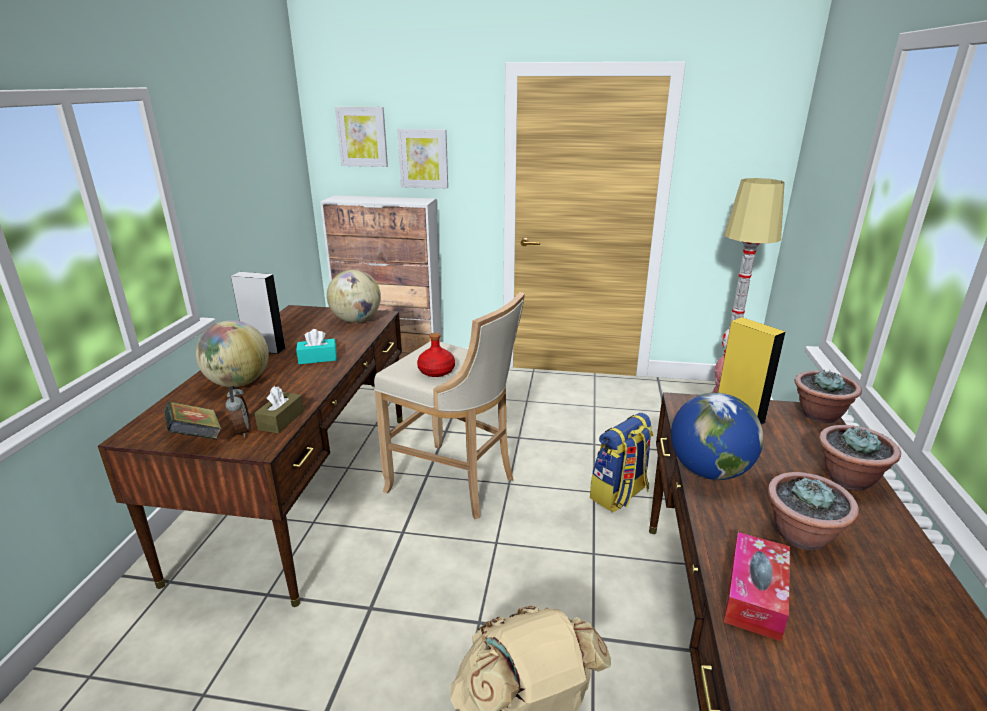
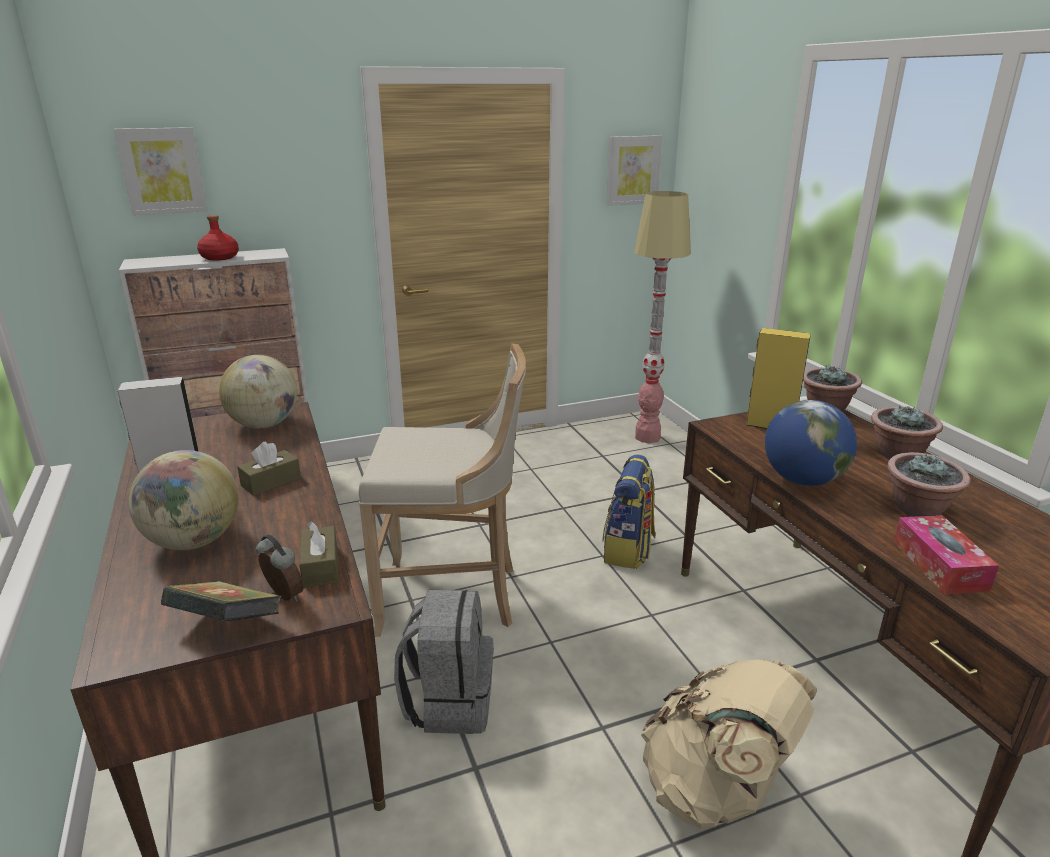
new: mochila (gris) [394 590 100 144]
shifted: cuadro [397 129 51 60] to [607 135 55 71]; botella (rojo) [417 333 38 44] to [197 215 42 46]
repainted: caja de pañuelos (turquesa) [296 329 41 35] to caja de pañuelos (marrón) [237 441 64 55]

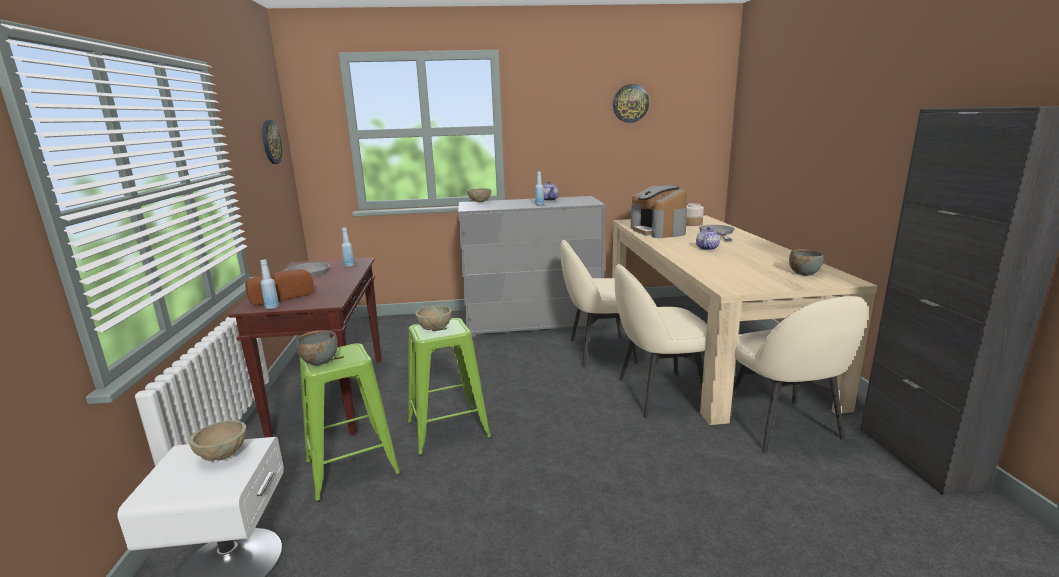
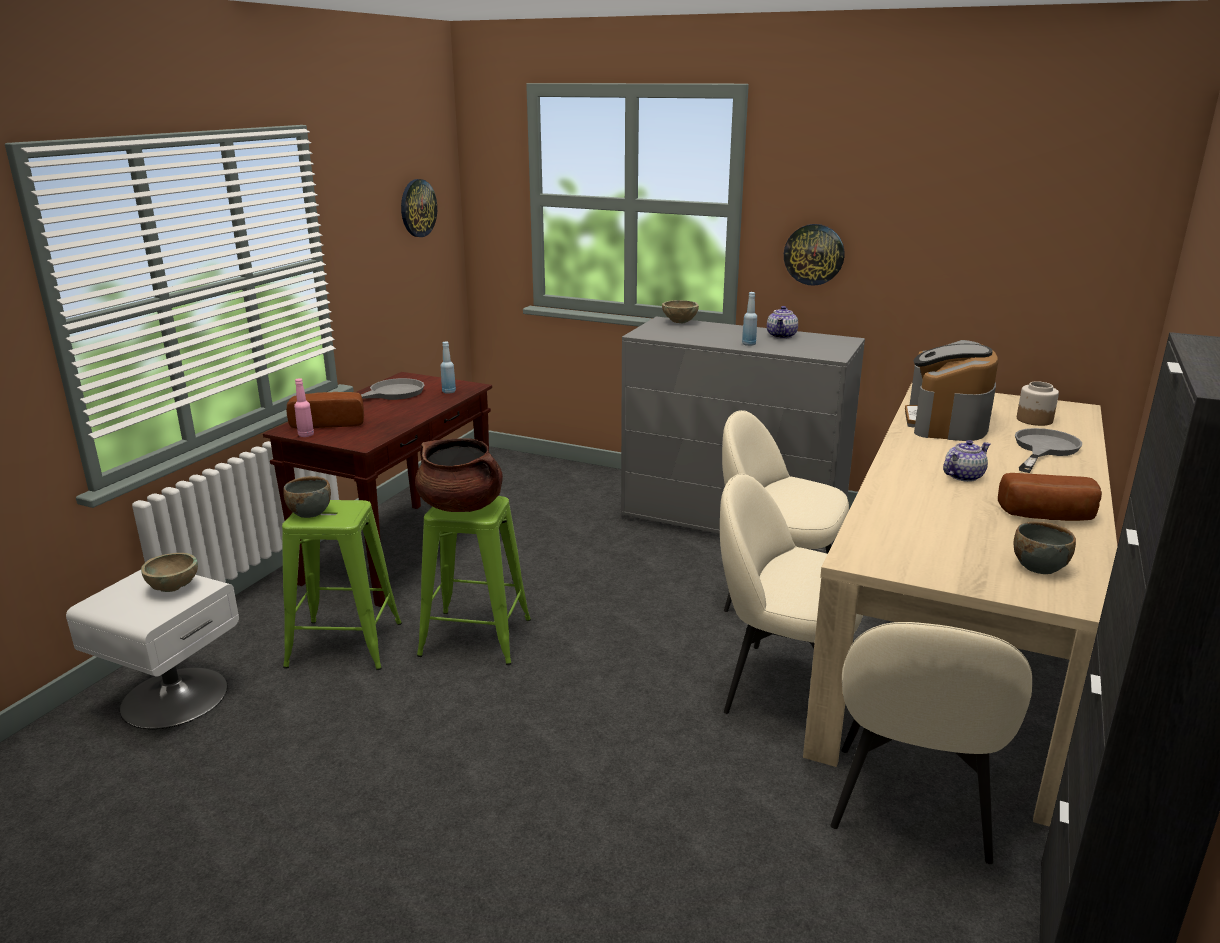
new: pan [998 473 104 48]
shifted: reloj de pared [613 84 36 39] to [784 224 60 62]
swapped: cuenco (beis) [415 306 37 24] to olla (marrón) [415 438 88 74]
repainted: botella (azul) [260 260 19 49] to botella (rosa) [294 378 20 59]

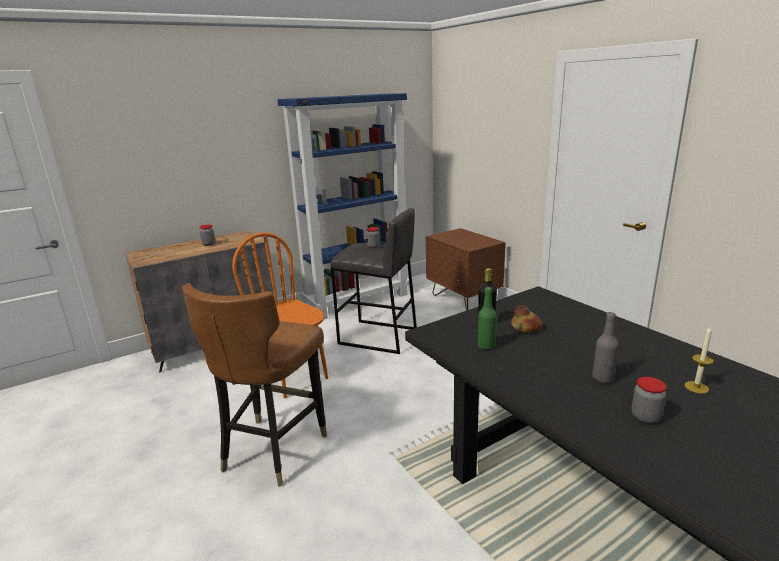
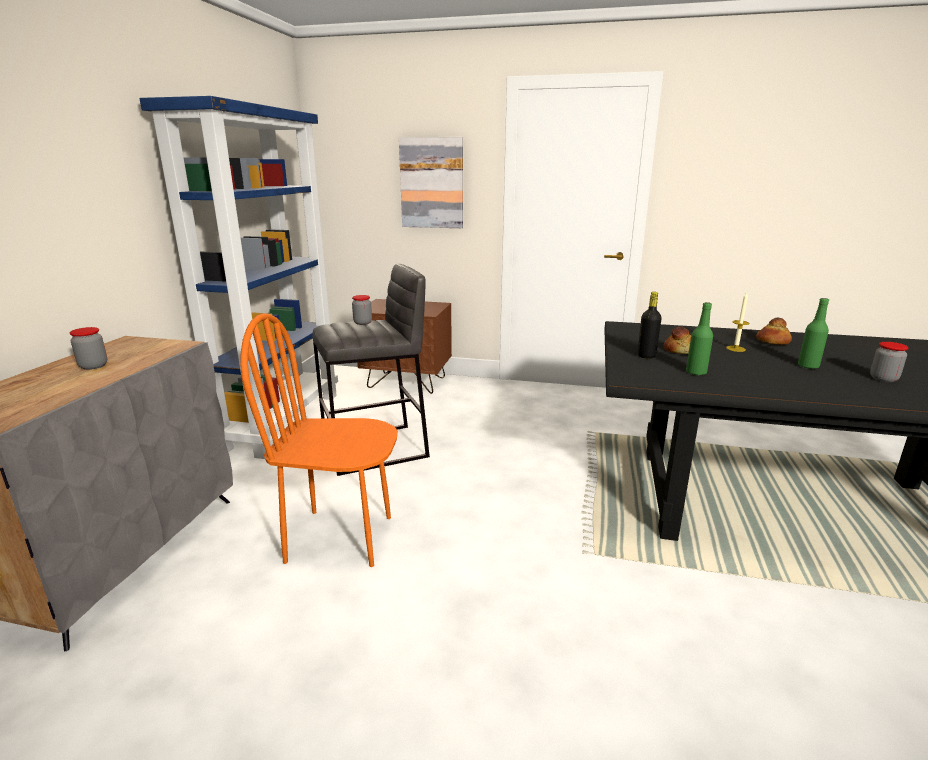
gone: silla (marrón) [182 283 145 204]
new: cuadro [399 137 64 91]; pan [756 318 36 27]
shifted: vela [685 327 29 67] to [726 292 23 60]
repainted: botella (gris) [592 312 27 71] to botella (verde) [798 298 31 71]

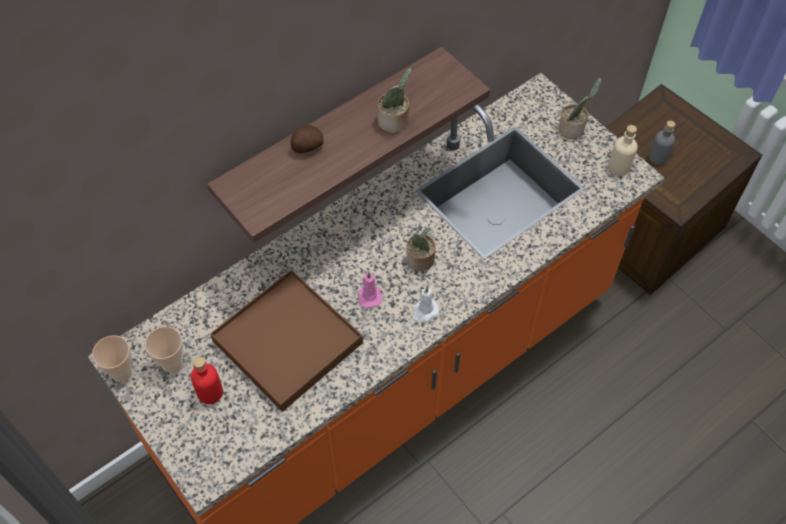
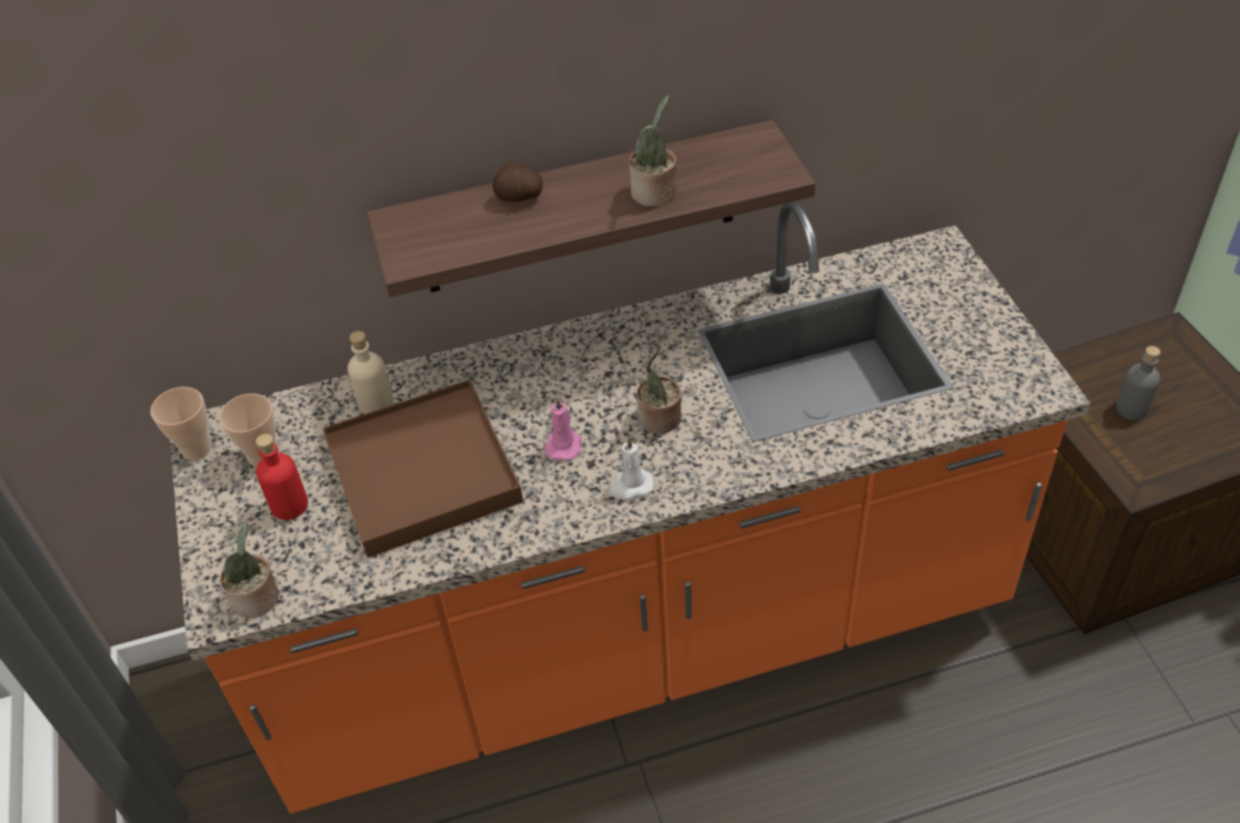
shifted: planta en maceta [558 78 43 61] to [220 522 59 96]; botella (beis) [608 125 30 51] to [347 331 46 83]

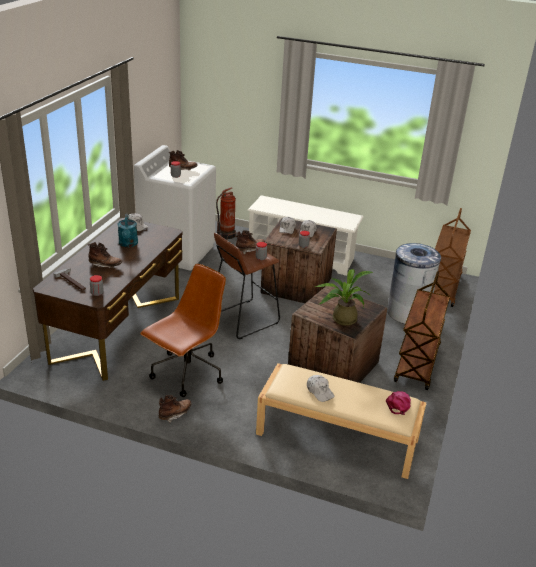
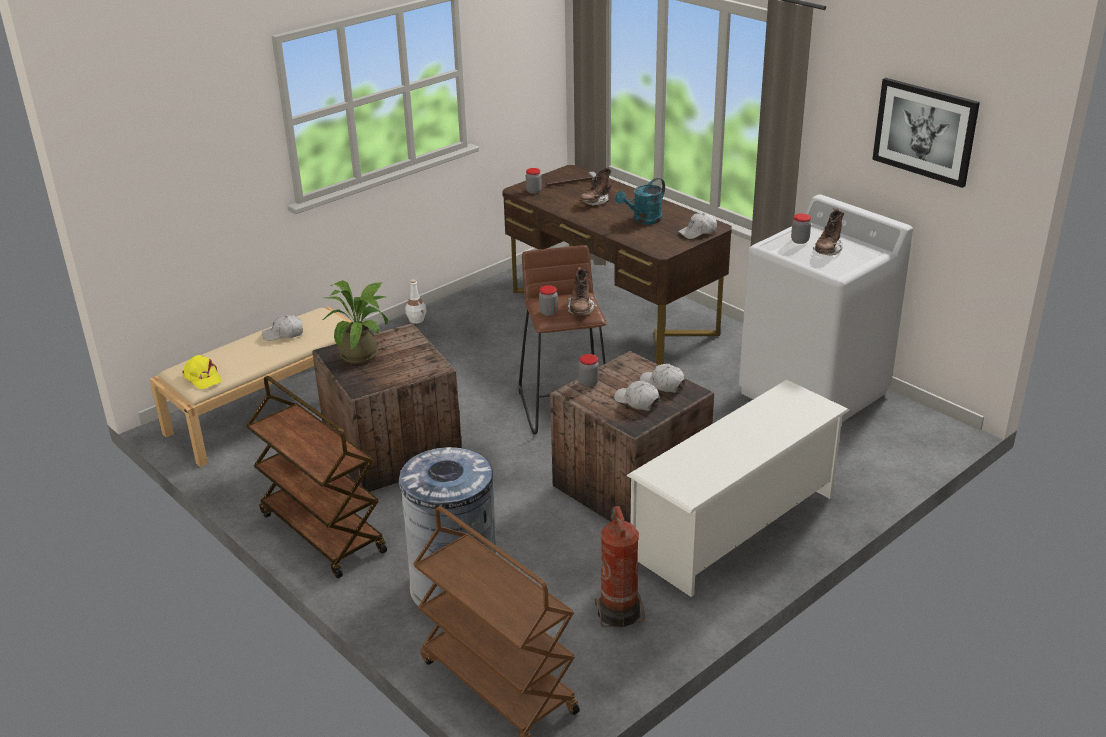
gone: silla de oficina (marrón) [140 264 86 133]
new: cuadro [872 78 108 110]
shifted: extintor [216 187 21 53] to [595 506 50 121]
swapped: bota (marrón) [159 395 32 28] to botella (blanco) [405 279 21 45]
repainted: gorra (rosa) [386 391 25 24] to gorra (amarillo) [182 355 40 34]
rotated: regadera (turquesa) [118 214 20 33] = [615 178 50 46] 60 degrees counterclockwise

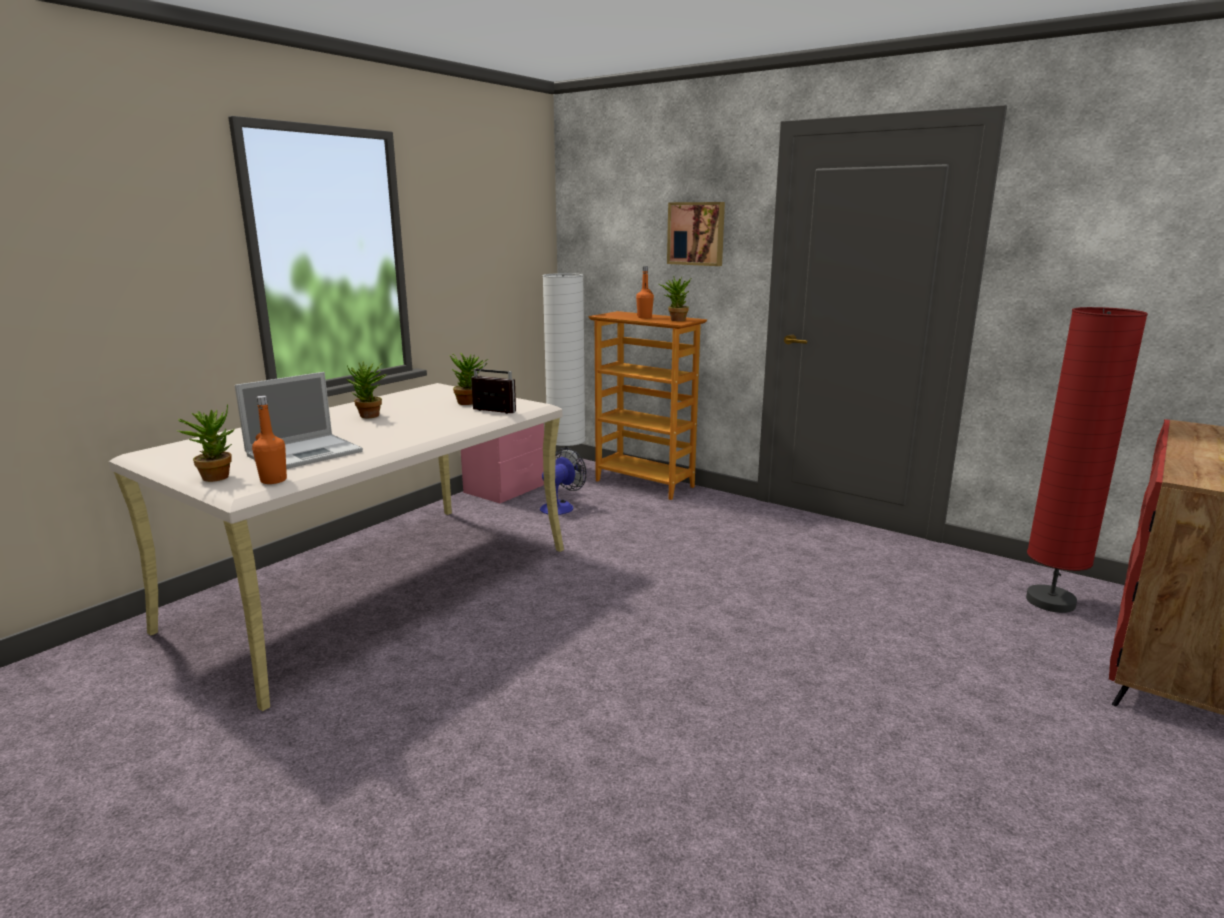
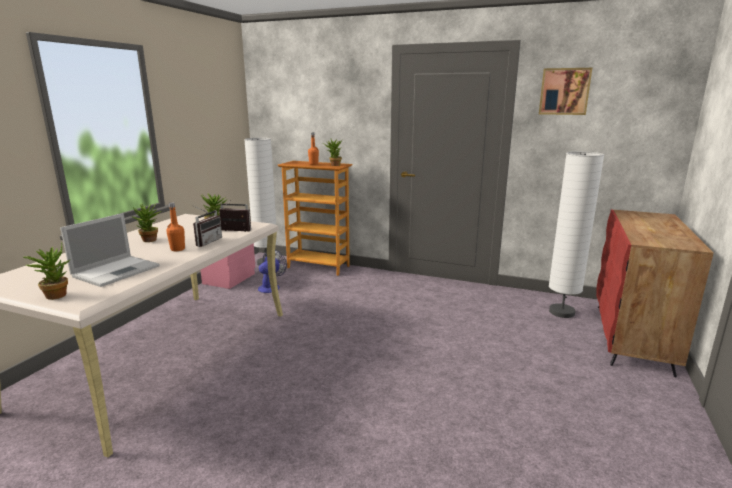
new: radio [193 206 29 41]
shifted: botella (naranja) [252 396 35 88] to [166 202 19 49]; cuadro [667 202 58 64] to [539 68 53 47]
repainted: lámpara de pie (rojo) [1026 307 122 306] to lámpara de pie (blanco) [549 151 55 167]

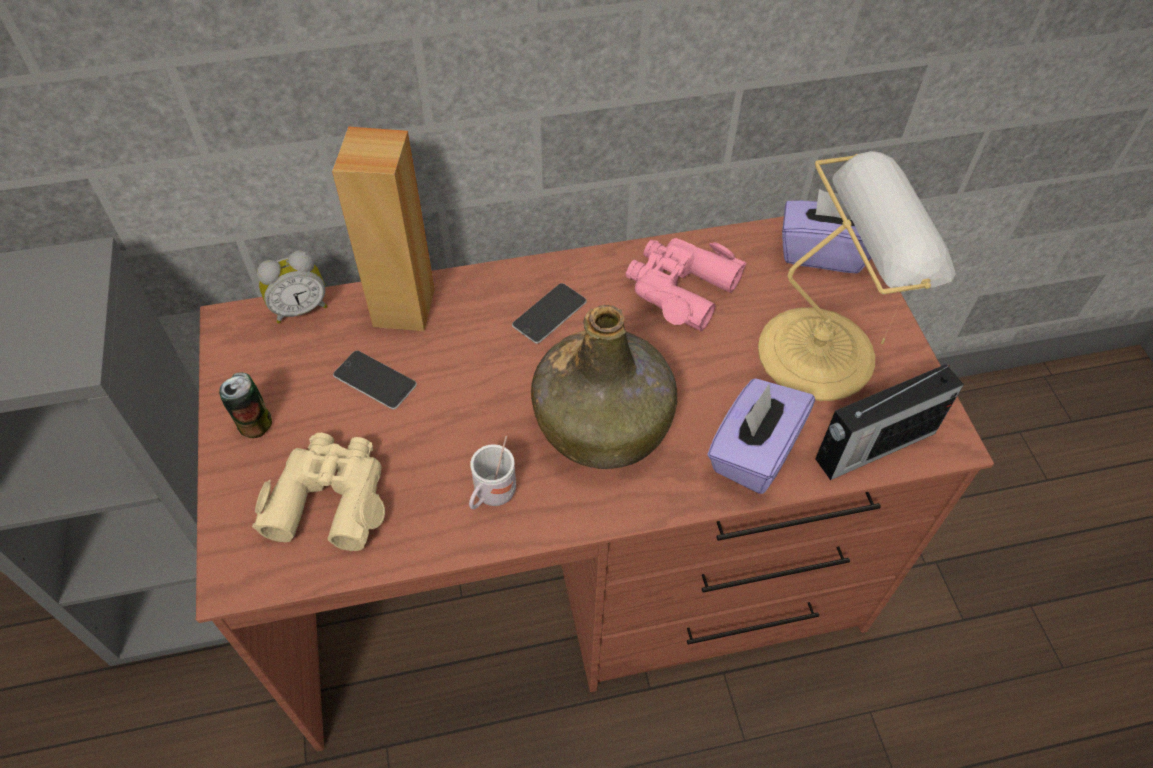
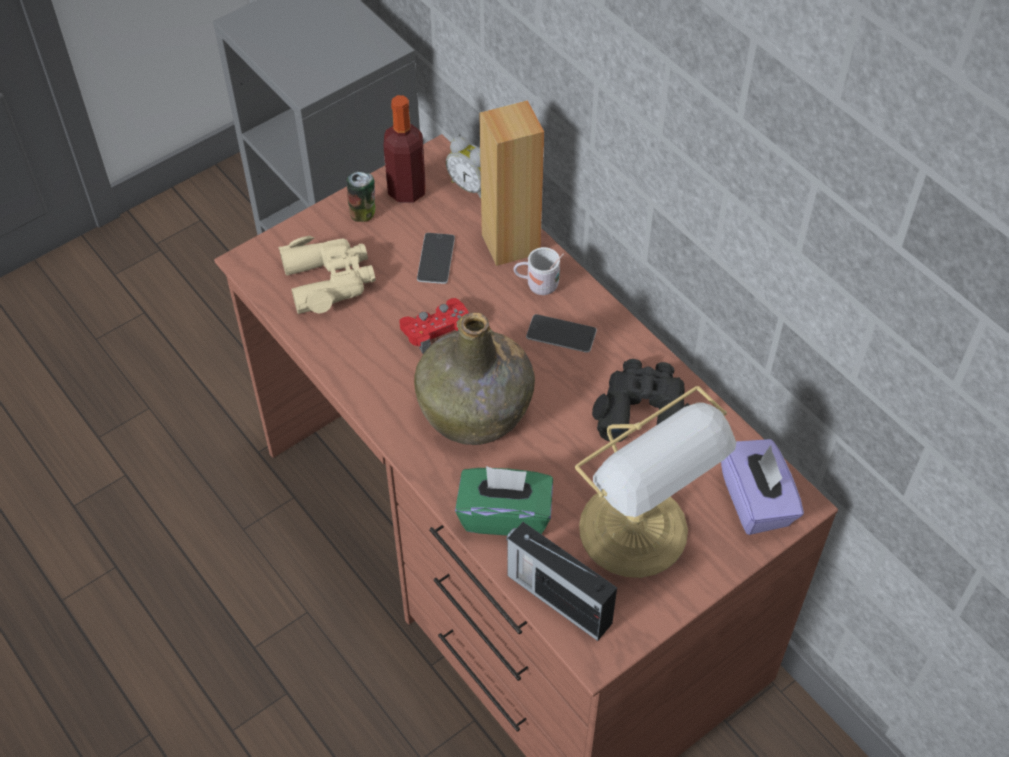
new: botella [383 95 43 108]; mando de consola (rojo) [399 298 69 56]
shifted: taza grande (blanco) [469 436 47 73] to [513 247 51 48]
repainted: prismáticos (rosa) [626 238 121 93] to prismáticos (negro) [592 359 97 83]; caja de pañuelos (morado) [707 378 108 116] to caja de pañuelos (verde) [455 466 98 70]

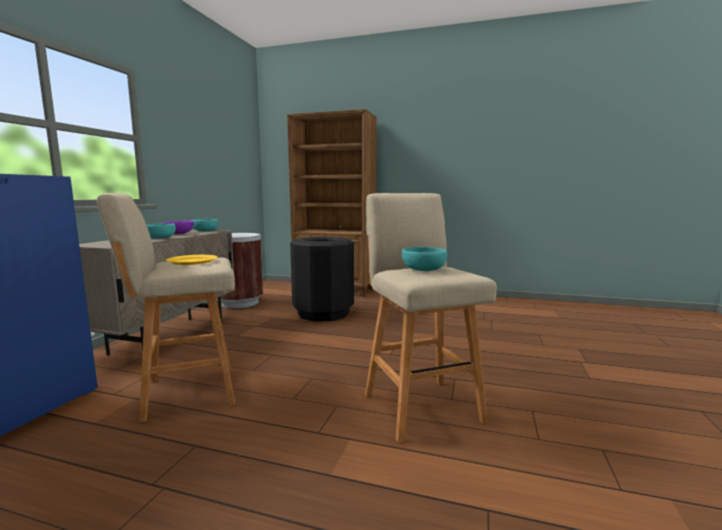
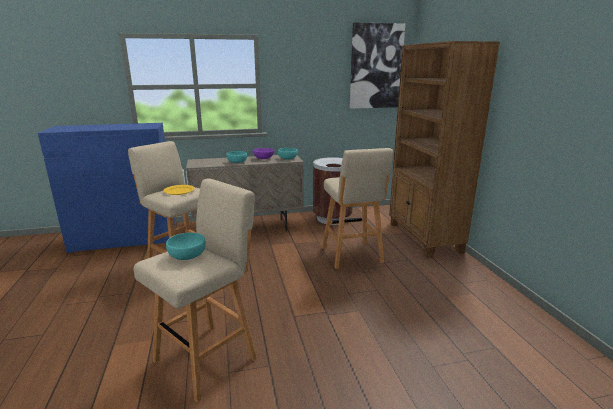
new: cuadro [350 22 55 87]
swapped: papelera (negro) [290 237 64 84] to taburete (beis) [322 148 71 121]

